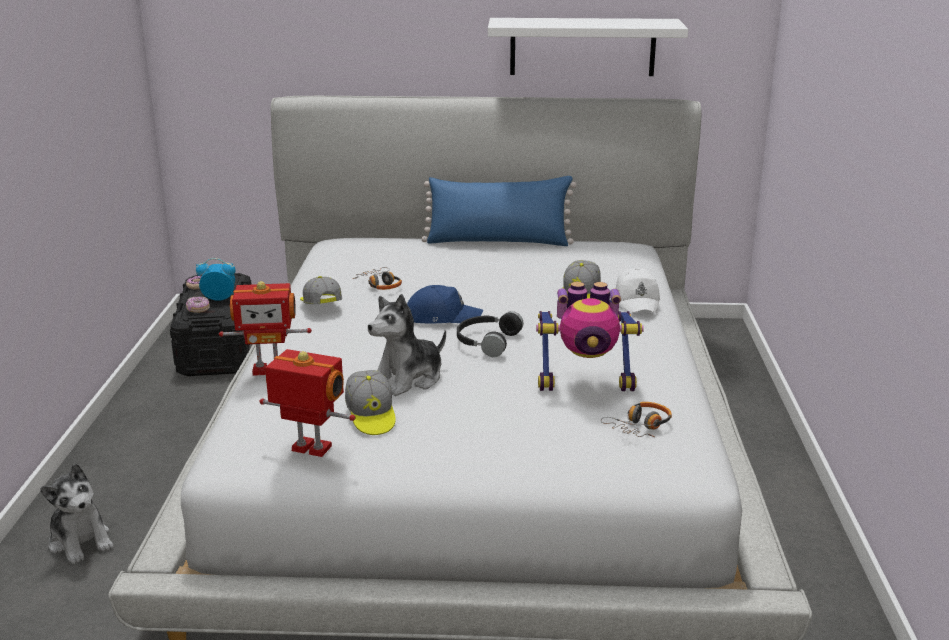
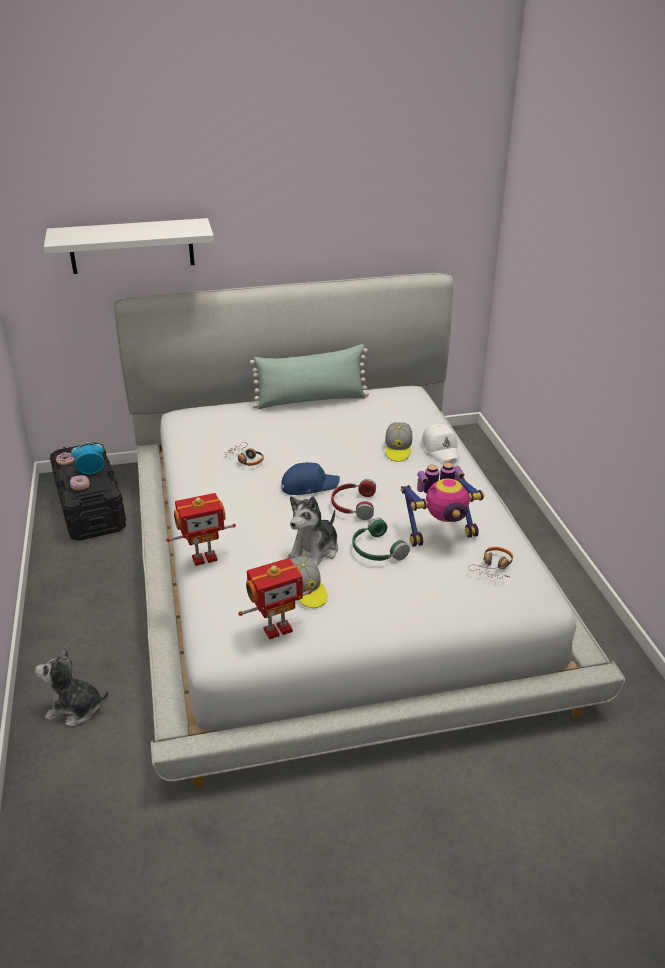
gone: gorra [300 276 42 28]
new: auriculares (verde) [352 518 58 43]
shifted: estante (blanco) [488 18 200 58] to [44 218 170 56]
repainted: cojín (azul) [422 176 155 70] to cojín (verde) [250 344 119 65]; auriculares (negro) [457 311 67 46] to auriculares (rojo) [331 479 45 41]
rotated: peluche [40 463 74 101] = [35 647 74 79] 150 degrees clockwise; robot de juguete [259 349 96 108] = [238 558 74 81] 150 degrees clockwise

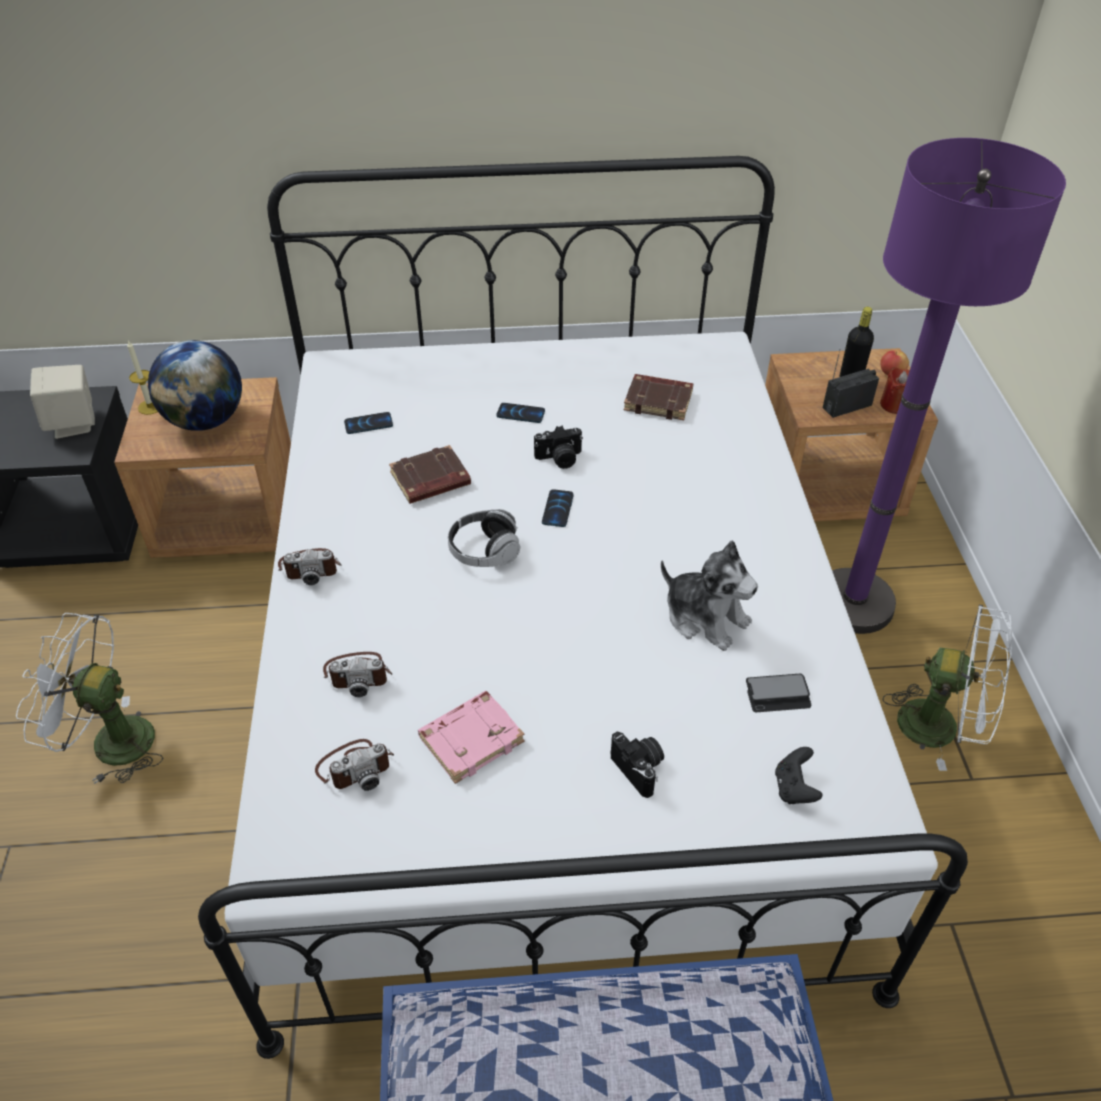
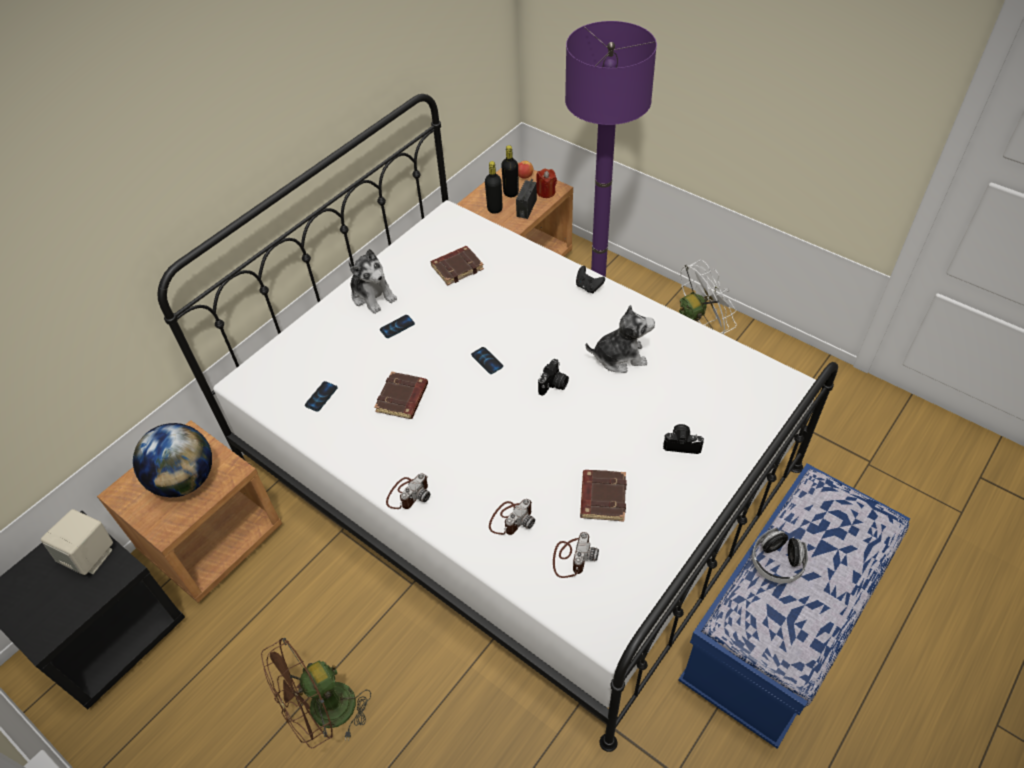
gone: vela [127 341 31 74]; móvil [746 673 65 39]
new: peluche [349 249 48 65]; botella (negro) [485 161 17 53]
shifted: auriculares [448 509 72 58] to [752 528 56 55]; cámara [534 425 49 44] to [538 359 31 37]; mando de consola (negro) [775 747 48 57] to [576 266 29 27]
repainted: ventilador (blanco) [16 613 147 171] to ventilador (marrón) [261 638 110 110]; libro (rosa) [418 691 107 93] to libro (marrón) [580 470 47 52]

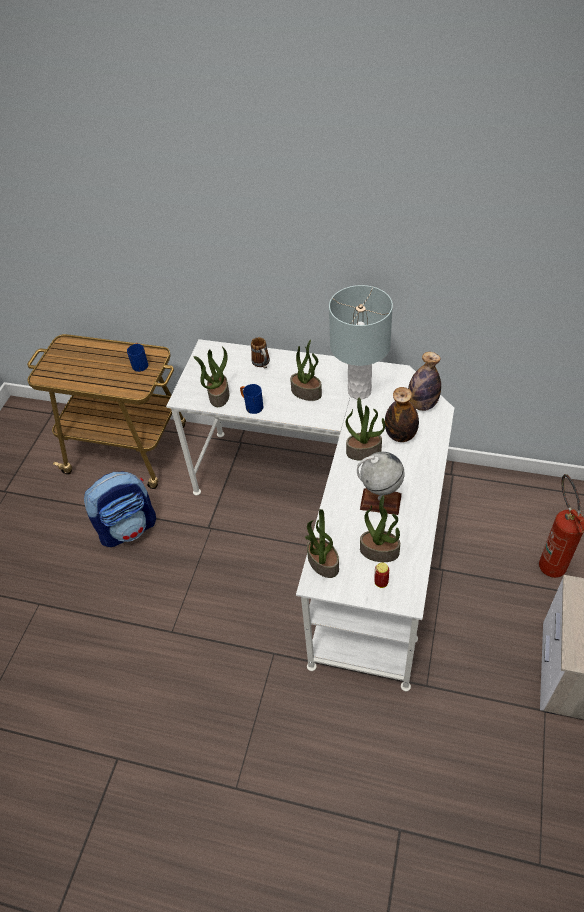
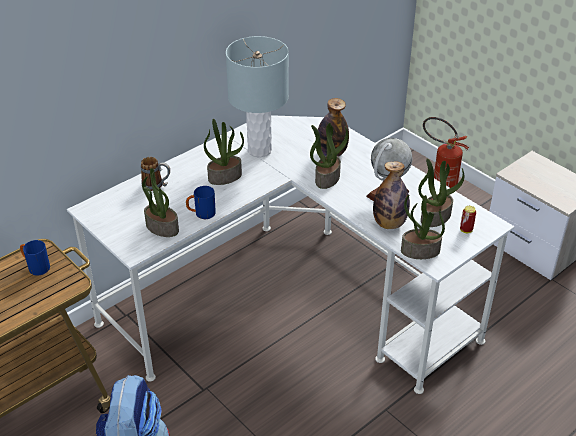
shifted: botella [408 352 33 59] to [373 161 37 68]

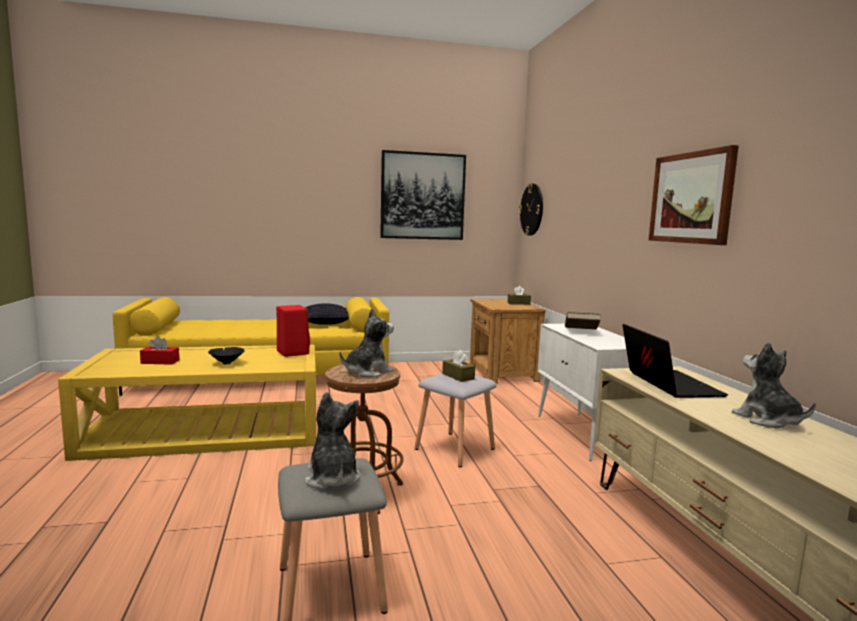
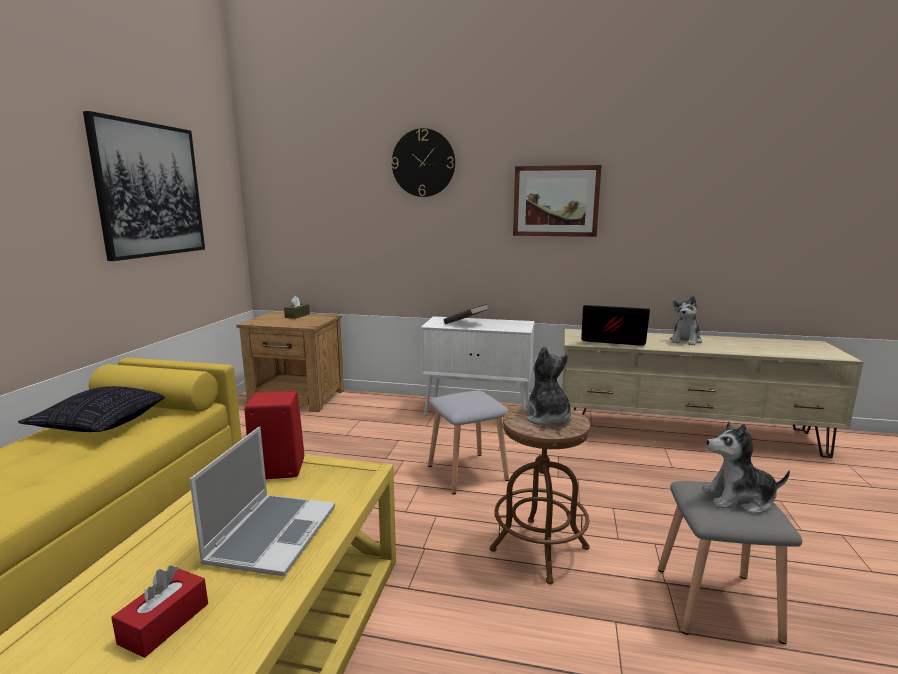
gone: caja de pañuelos (marrón) [442 350 33 32]
shifted: reloj de pared [519 184 24 52] to [392 128 63 69]
swapped: cuenco (negro) [208 347 37 18] to portátil [189 427 146 150]
rotated: peluche [732 342 84 87] = [670 296 32 50] 60 degrees counterclockwise

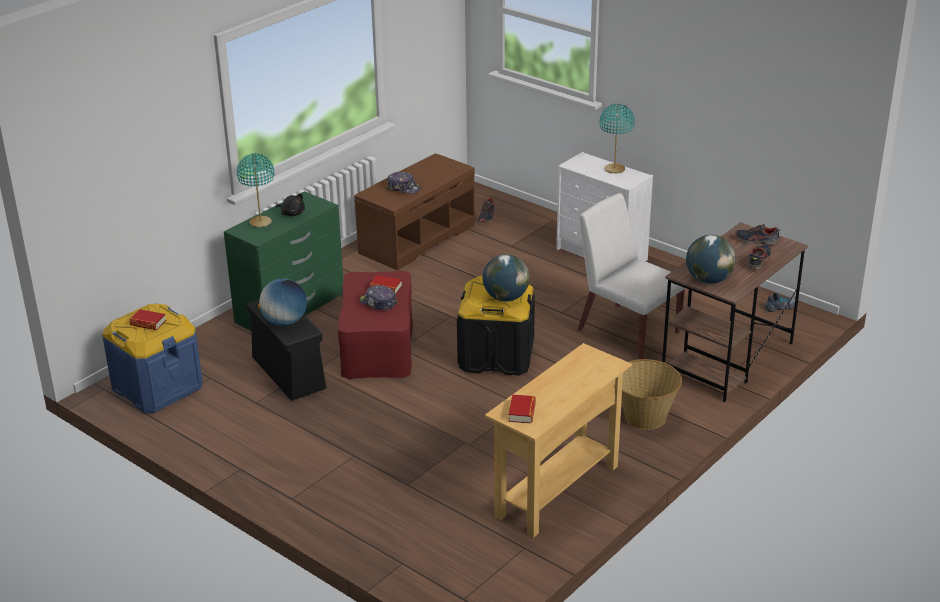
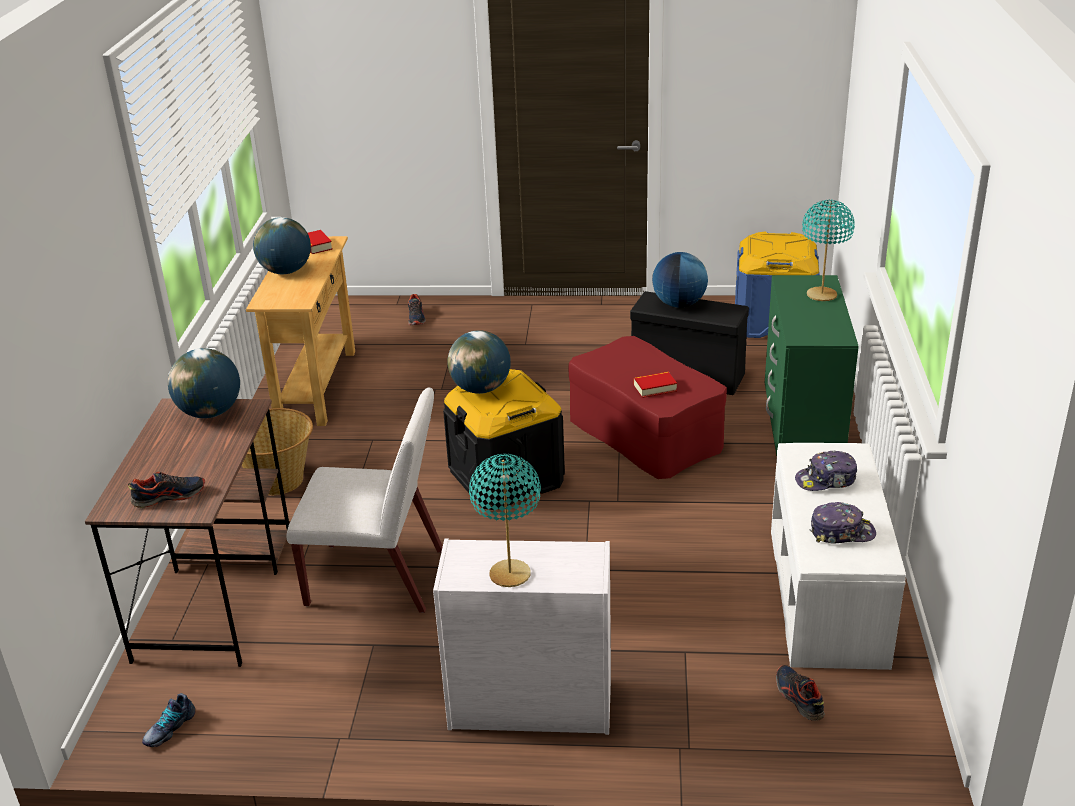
gone: libro [129 309 37 21]; peluche (negro) [276 194 29 22]
new: globo terráqueo [253 217 58 57]
shifted: gorra [359 285 39 25] to [810 502 66 42]; zapato [747 245 25 25] to [408 294 18 31]
repainted: banco (marrón) [354 153 121 118] to banco (blanco) [771 443 135 227]

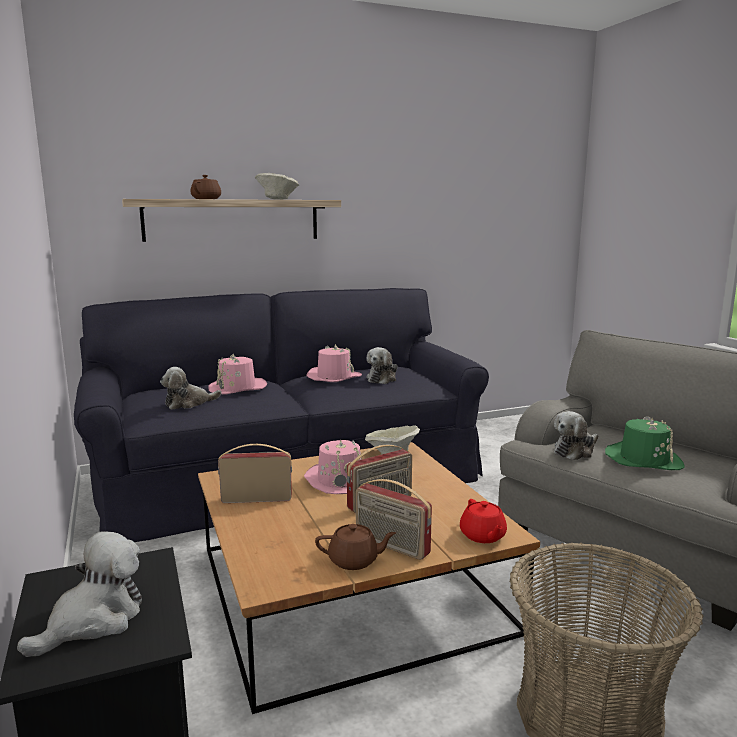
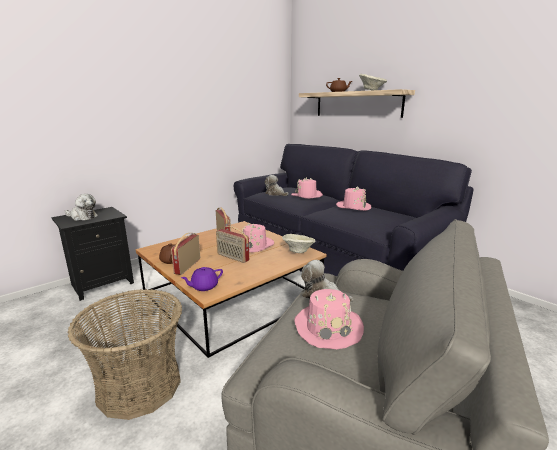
gone: peluche [367 347 31 37]
repainted: tetera (rojo) [460 499 47 44] to tetera (morado) [181 267 42 24]; sombrero (verde) [605 416 80 54] to sombrero (rosa) [294 289 70 60]

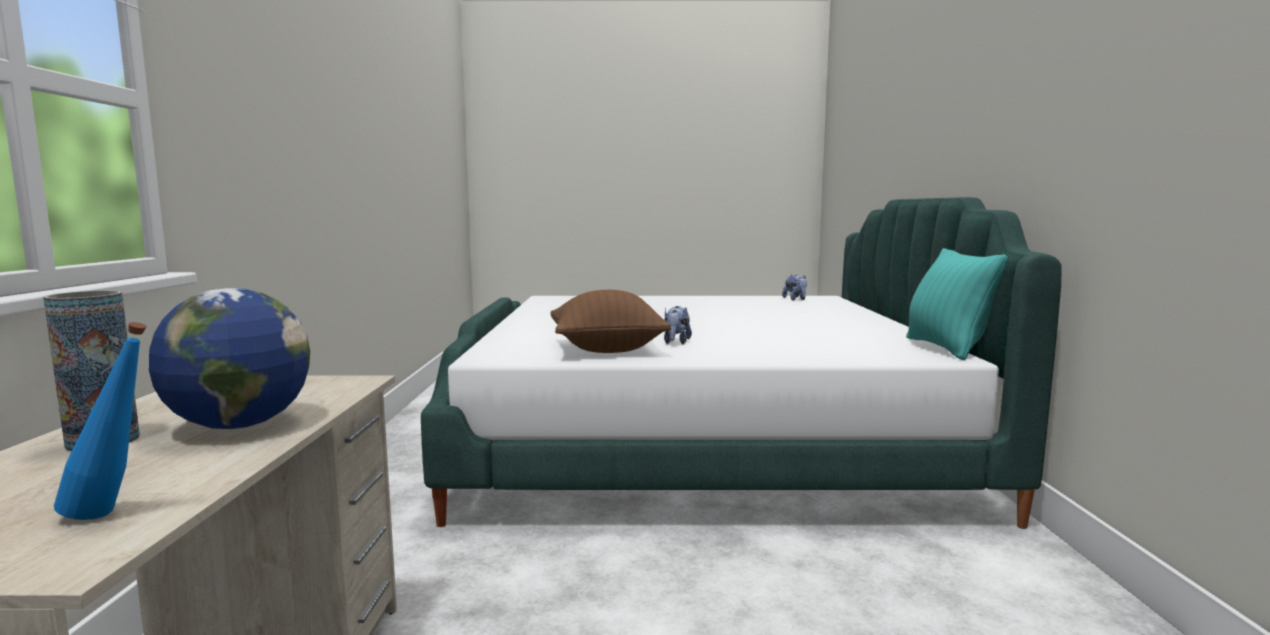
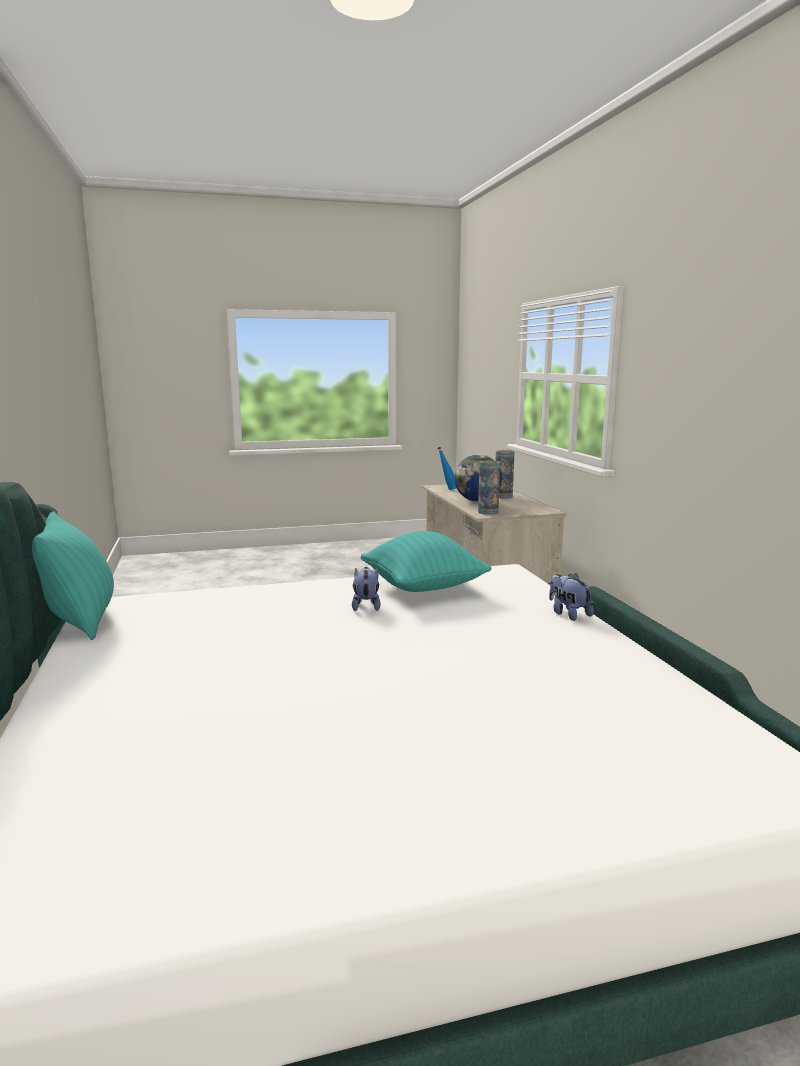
new: florero [478 460 22 55]
shifted: peluche [782 275 25 26] to [549 573 45 48]
repainted: cojín (marrón) [550 290 121 63] to cojín (turquesa) [361 531 131 61]

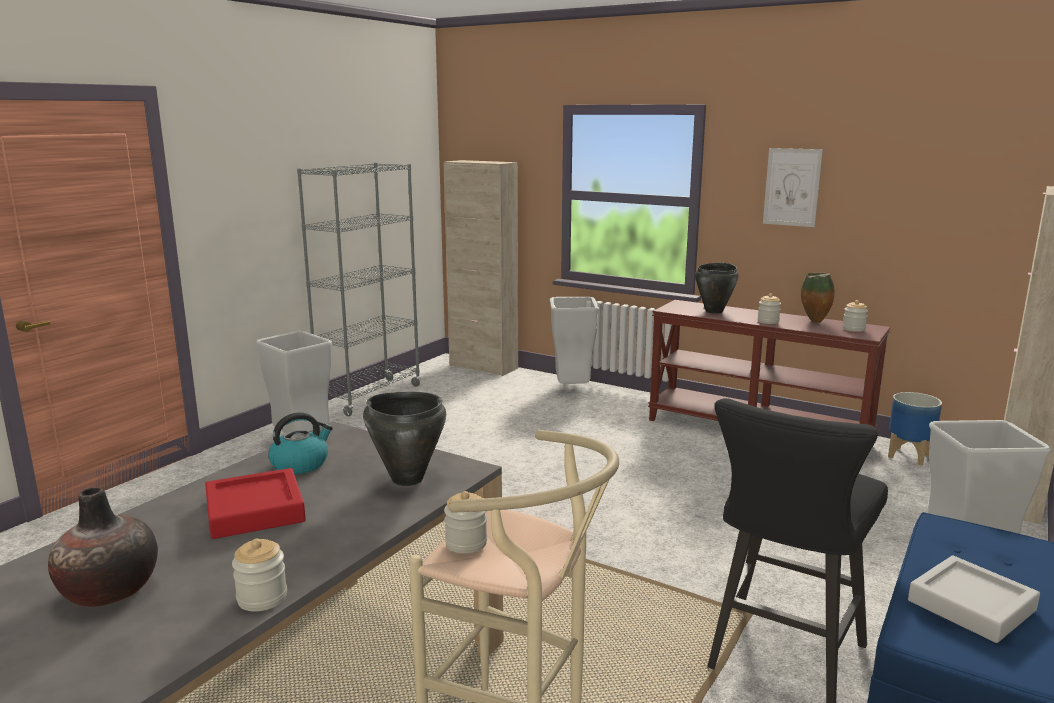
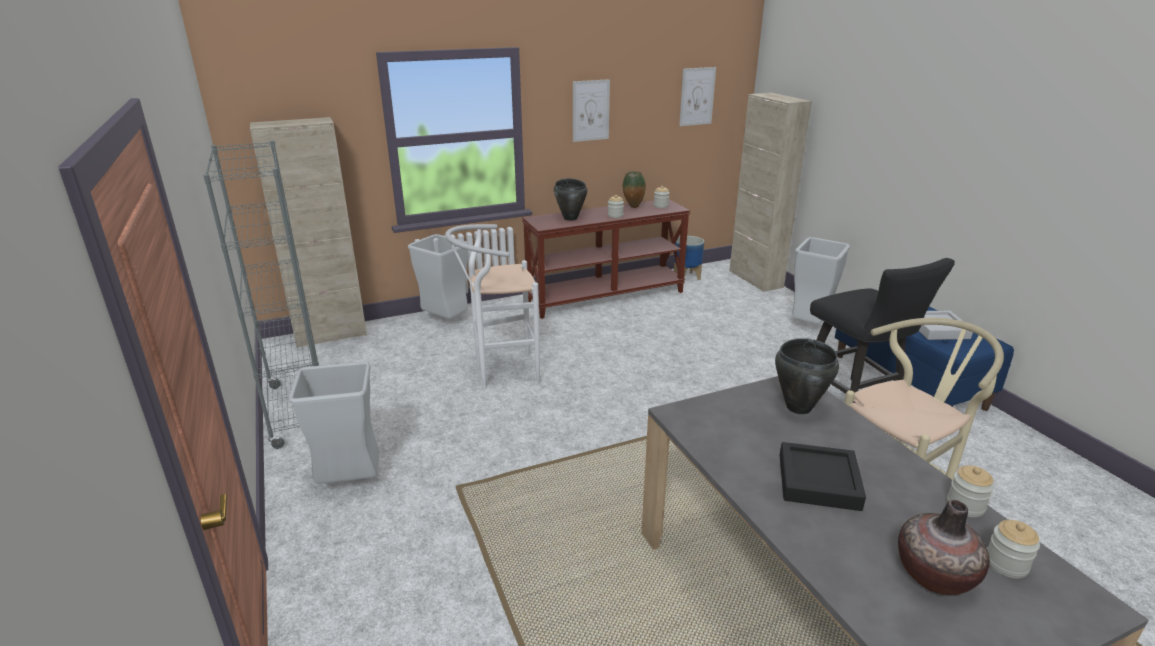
gone: hervidor [268 412 65 62]
new: taburete (blanco) [445 224 95 165]; cuadro [679 67 37 59]
shifted: tarro [444 491 43 62] to [987 520 53 58]
repainted: bandeja (rojo) [205 468 101 71] to bandeja (negro) [780 442 86 69]

